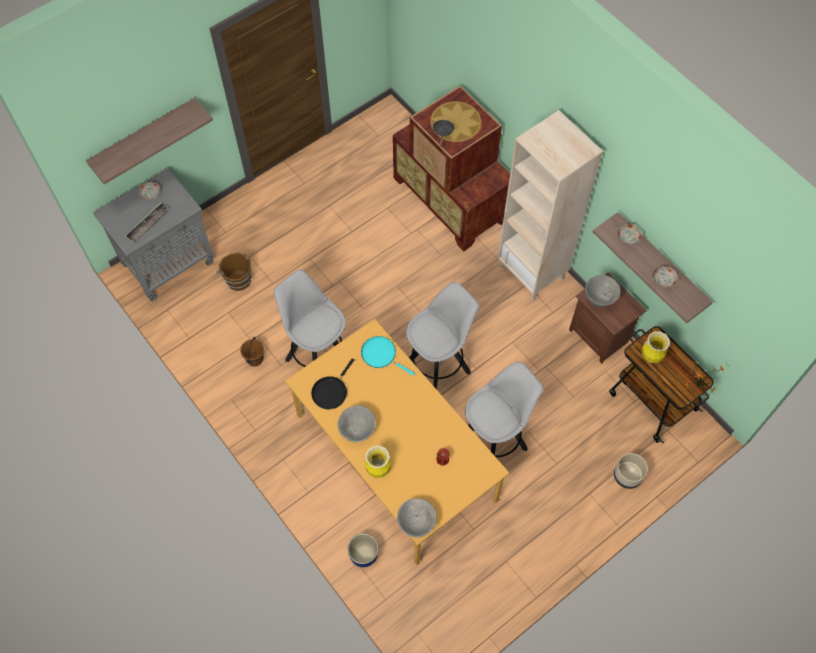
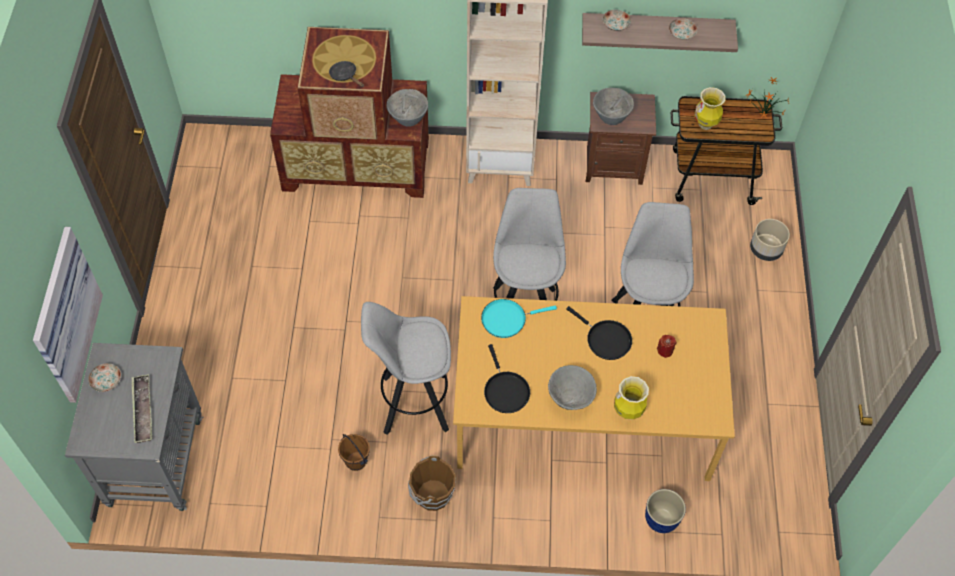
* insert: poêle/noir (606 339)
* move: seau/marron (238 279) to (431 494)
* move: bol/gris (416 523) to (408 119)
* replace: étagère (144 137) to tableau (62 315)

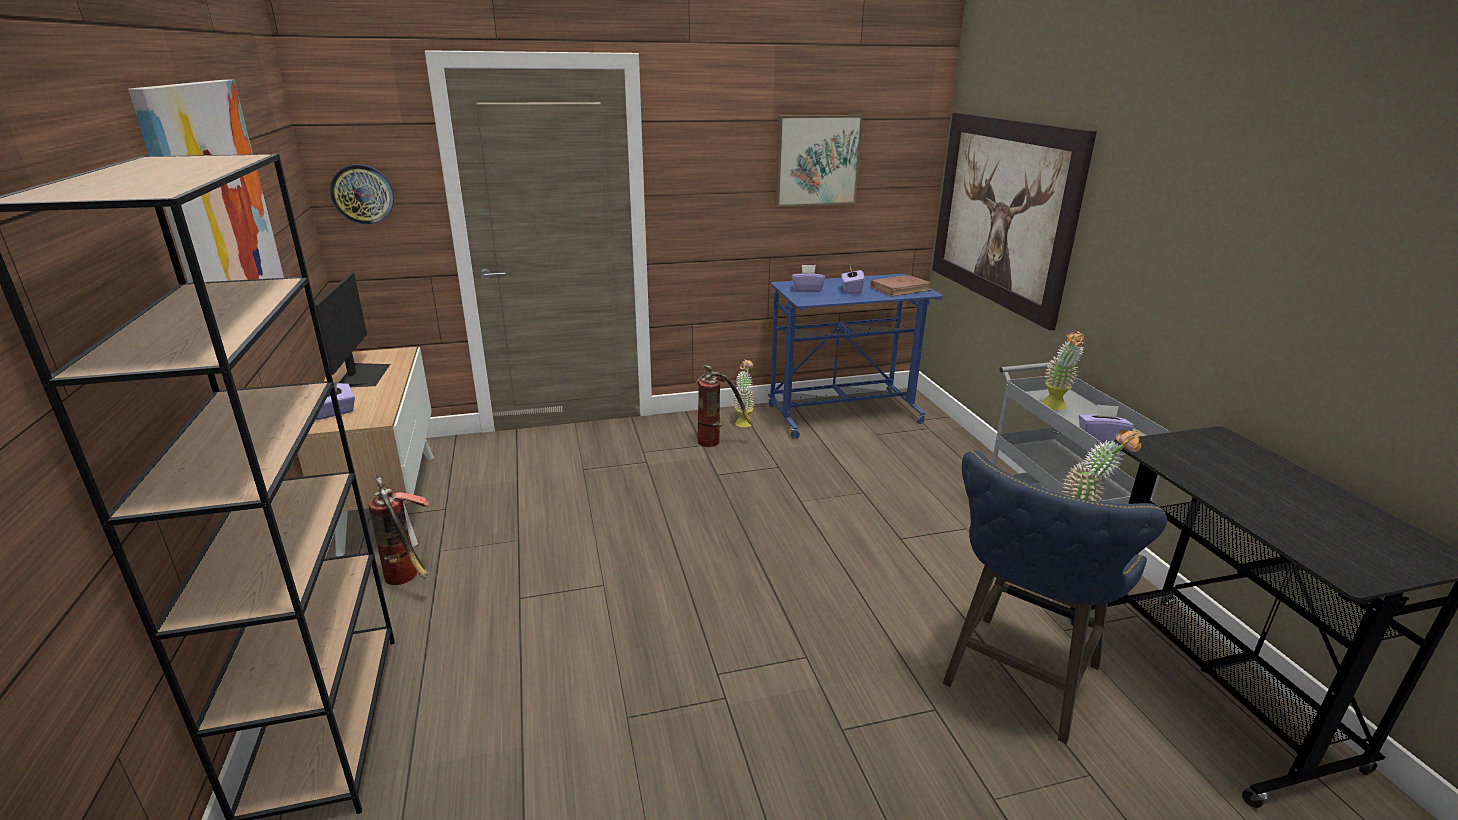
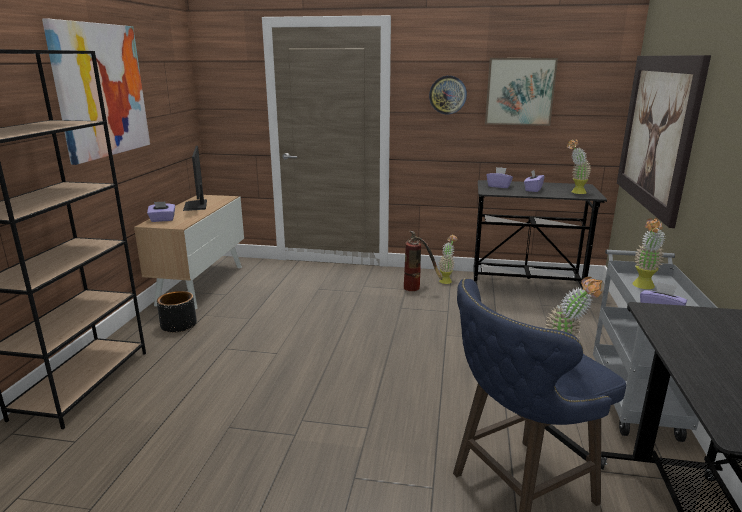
* move: horloge murale (362 194) to (448 95)
* replace: extincteur (410 579) to cache-pot/noir (178 325)
* replace: livre/marron (900 289) to plante en pot (574 192)
* recolor: bureau/bleu (844 414) to bureau/noir (526 288)
* rotate: écran d'ordinateur (362 375) = (196 205) 150 degrees clockwise

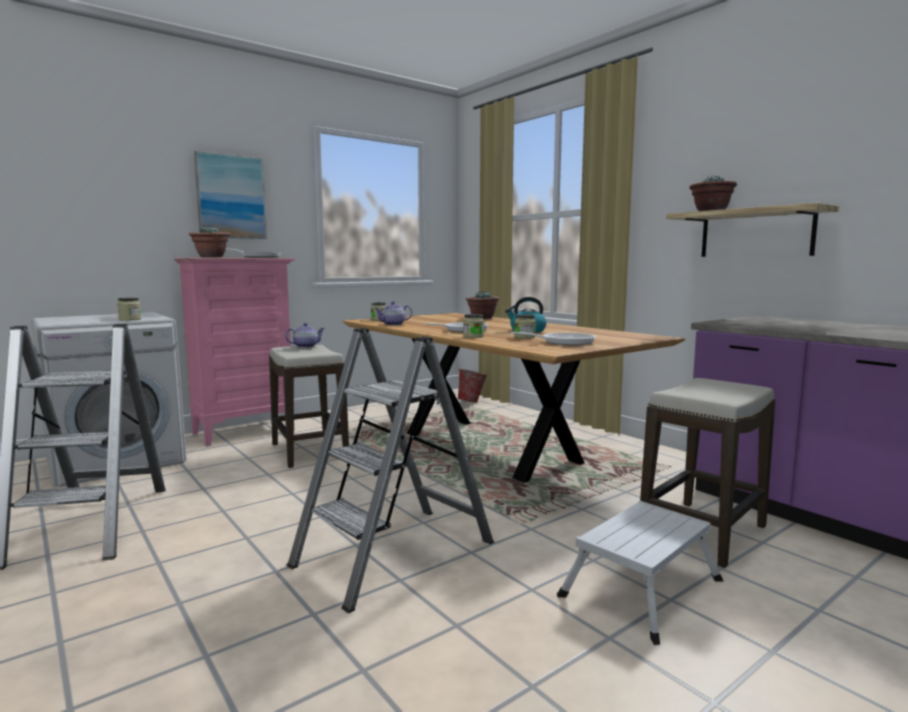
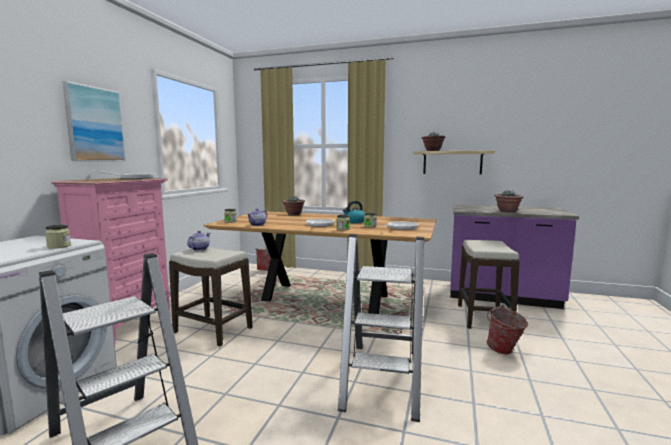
* move: plante en pot (211 257) to (507 211)
* replace: escabeau/blanc (642 587) to seau (504 351)

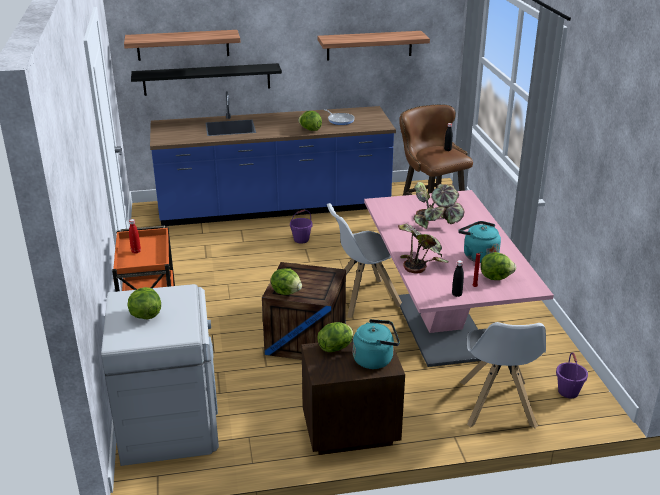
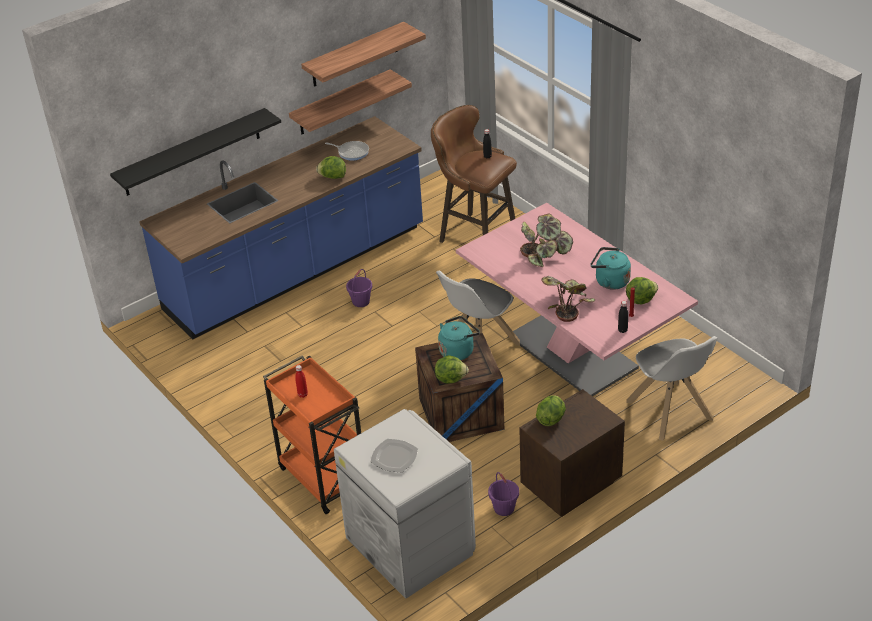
* move: étagère (183 45) to (341 103)
* move: bouilloire/turquoise (375 359) to (458 351)
* move: seau/violet (568 392) to (504 508)
* replace: laitue (145 315) to assiette (394 457)

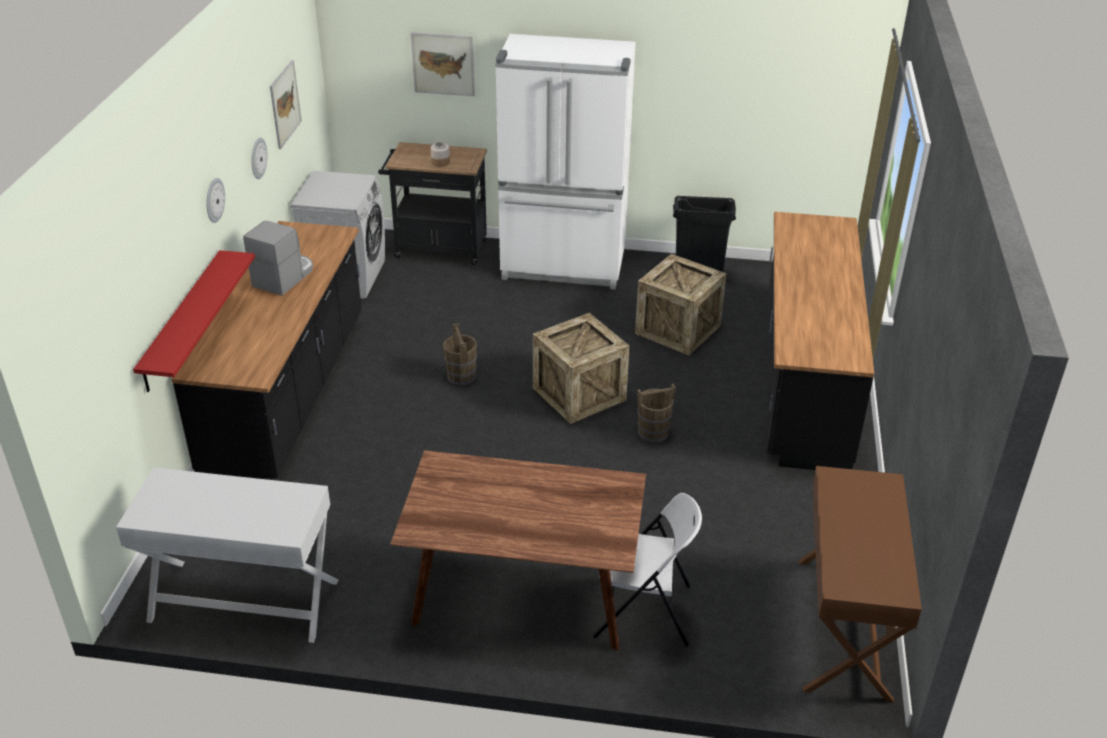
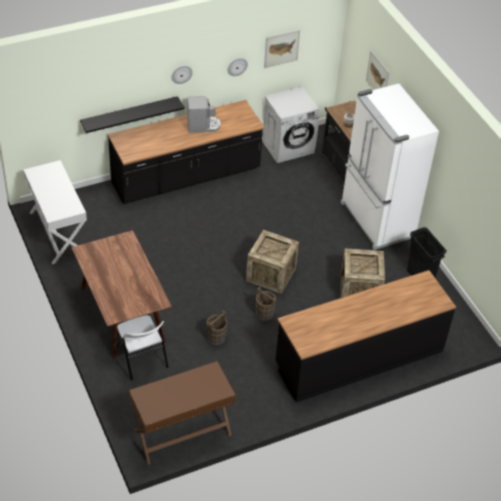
* move: seau/marron (461 376) to (216 338)
* recolor: étagère/rouge (182 320) to étagère/noir (129 114)

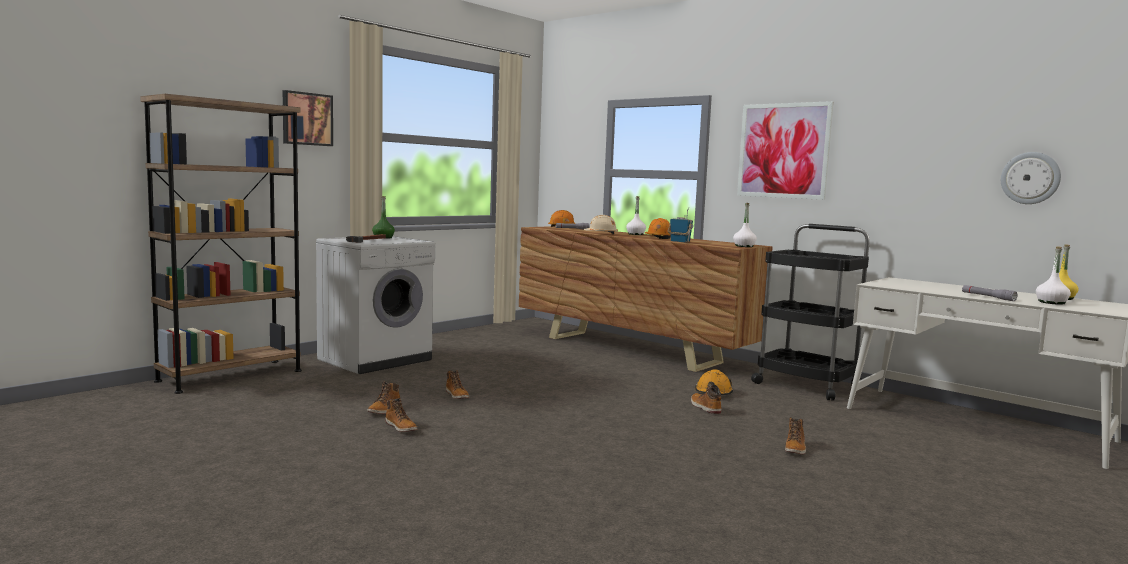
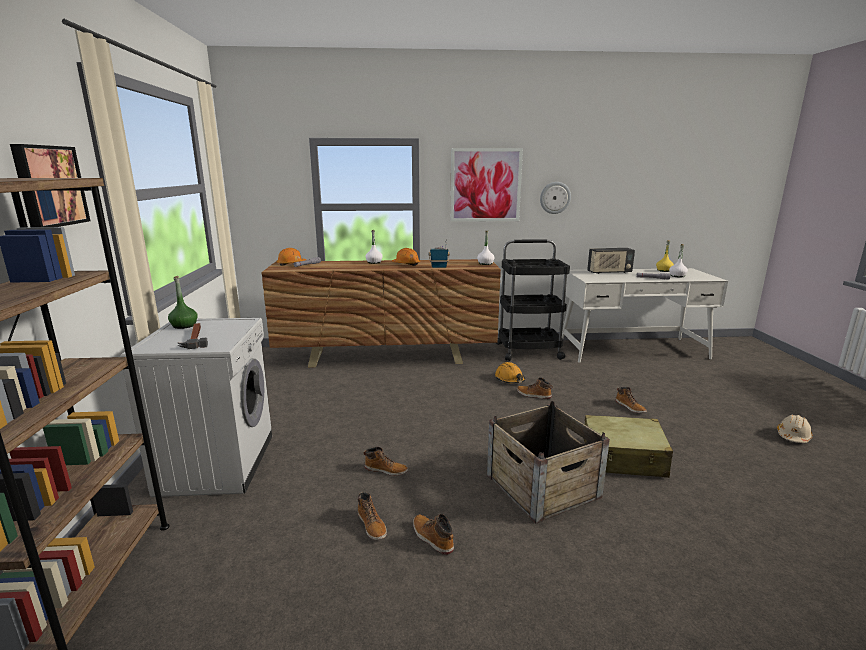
* insert: caisse (542 485)
* insert: valise/beige (623 458)
* insert: radio (609 272)
* move: casque de chantier/beige (601 233) to (793 436)
* move: horloge murale (1030 178) to (555 197)
* rotate: botte (401 427) = (432 538) 135 degrees counterclockwise

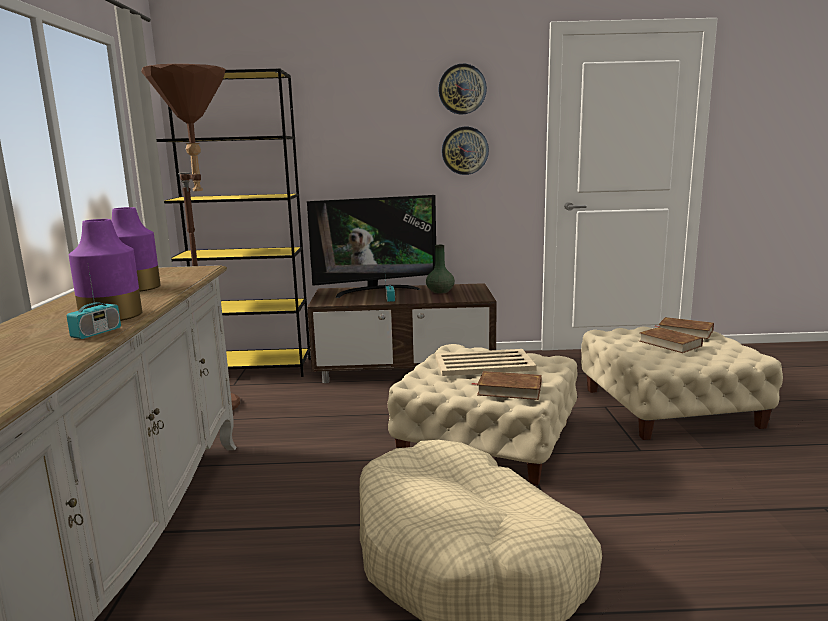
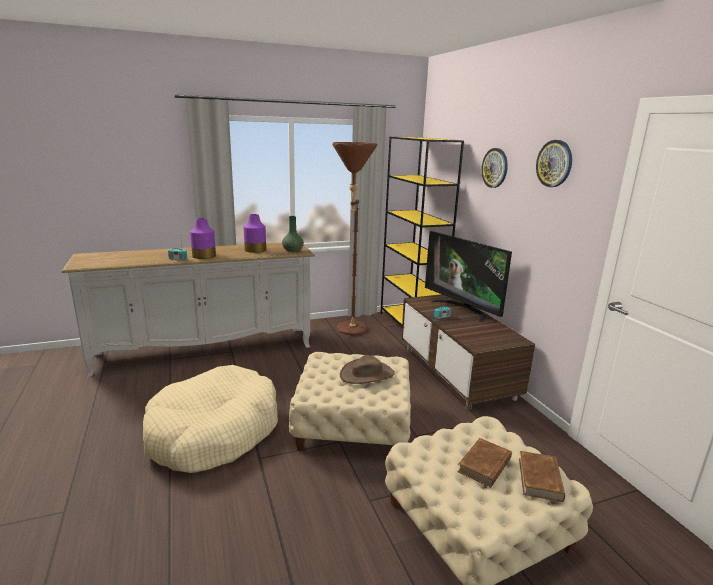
* delete: livre/marron (509 389)
* move: vase/vert (440 291) to (293 250)
* move: horloge murale (465 150) to (495 168)
* replace: plateau/beige (483 364) to chapeau/marron (367 374)

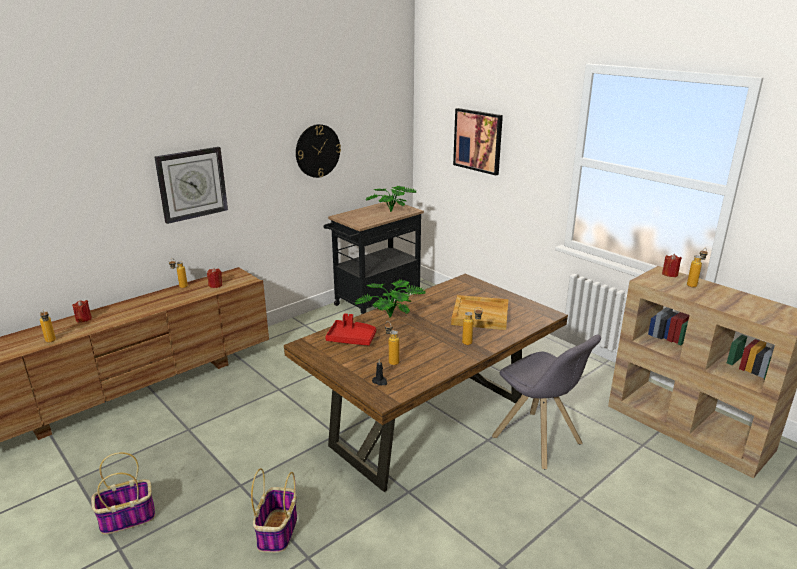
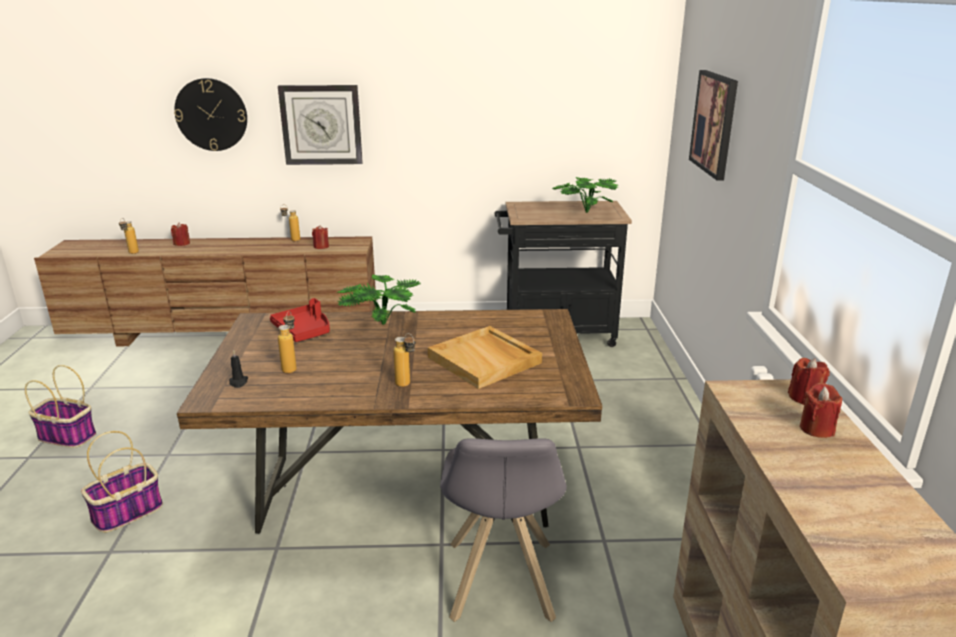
* move: horloge murale (317 151) to (211 114)
* replace: bouteille (694 284) to bougie/rouge (816 429)

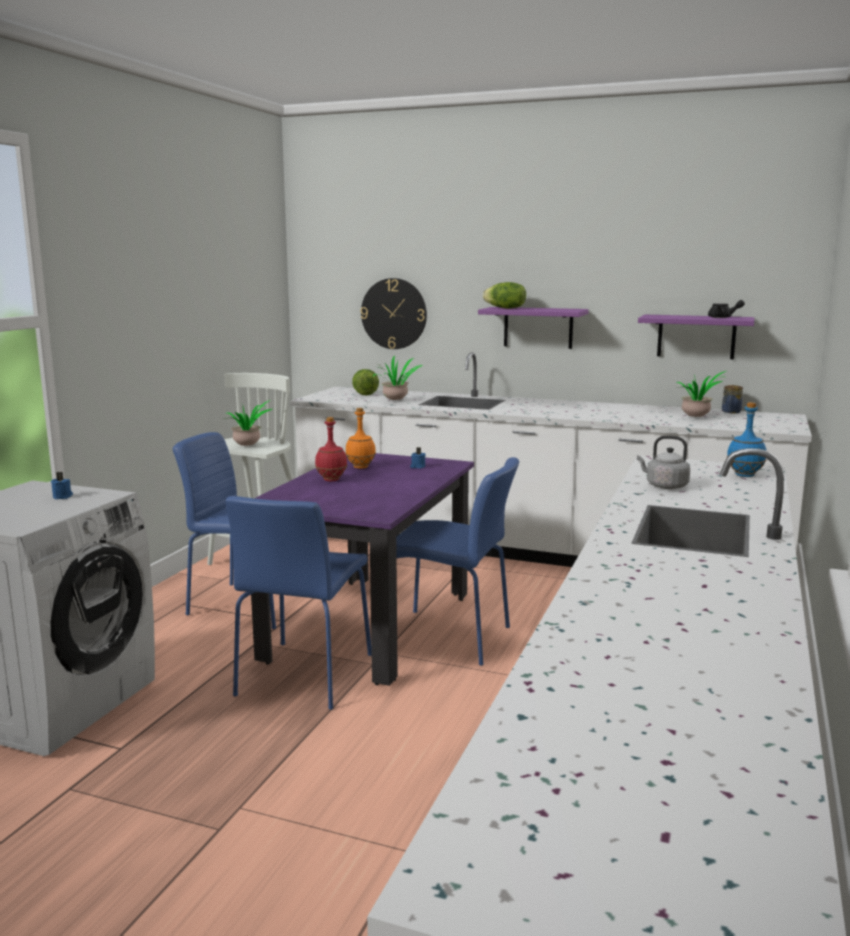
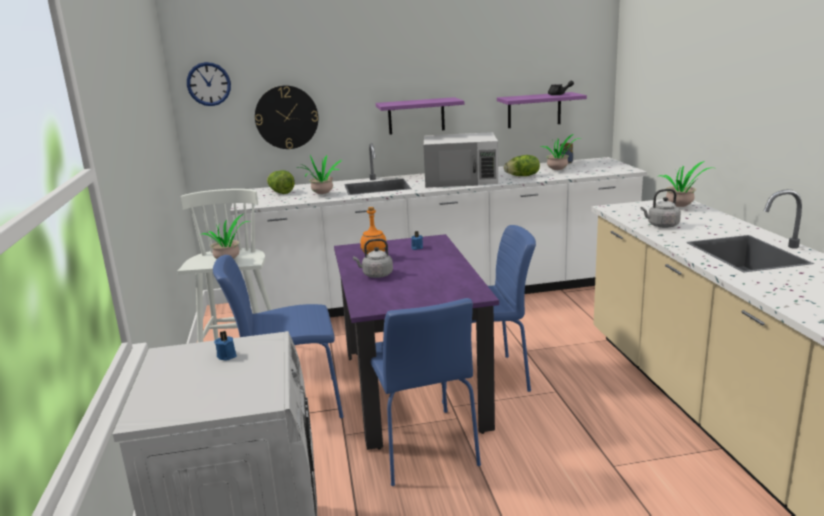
* insert: horloge murale (209 84)
* insert: micro-ondes/blanc (461 179)
* move: laitue (505 308) to (523 176)
* replace: bouteille/rouge (331 480) to bouilloire/gris (376 275)
* replace: bouteille/bleu (744 475) to plante en pot (681 207)

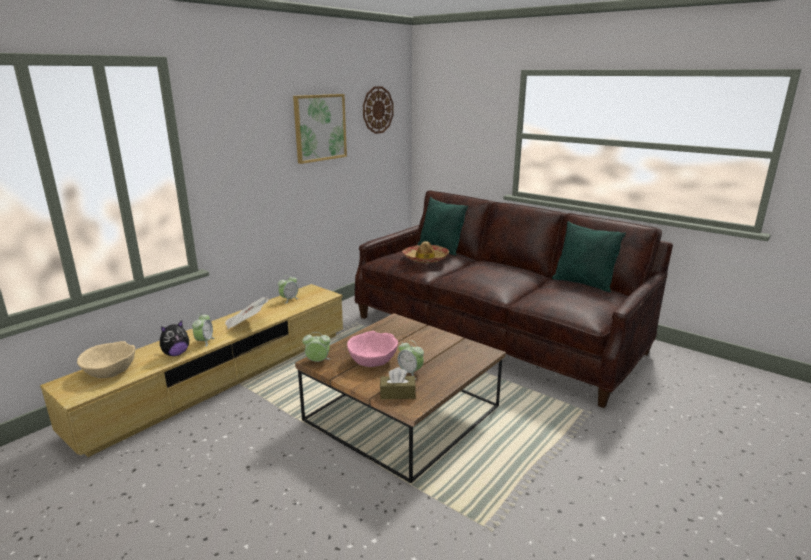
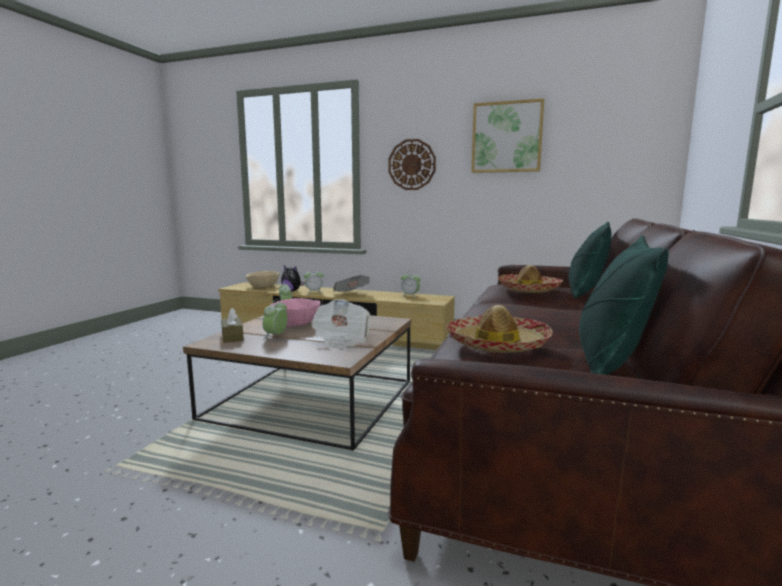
* insert: journal (341 340)
* insert: chapeau (497 344)
* move: horloge murale (377 110) to (412 164)

